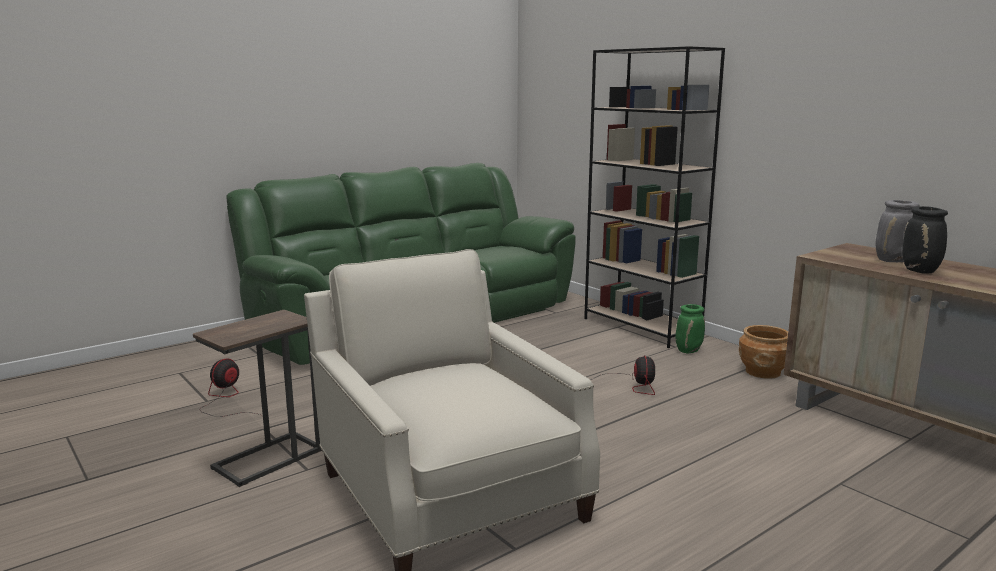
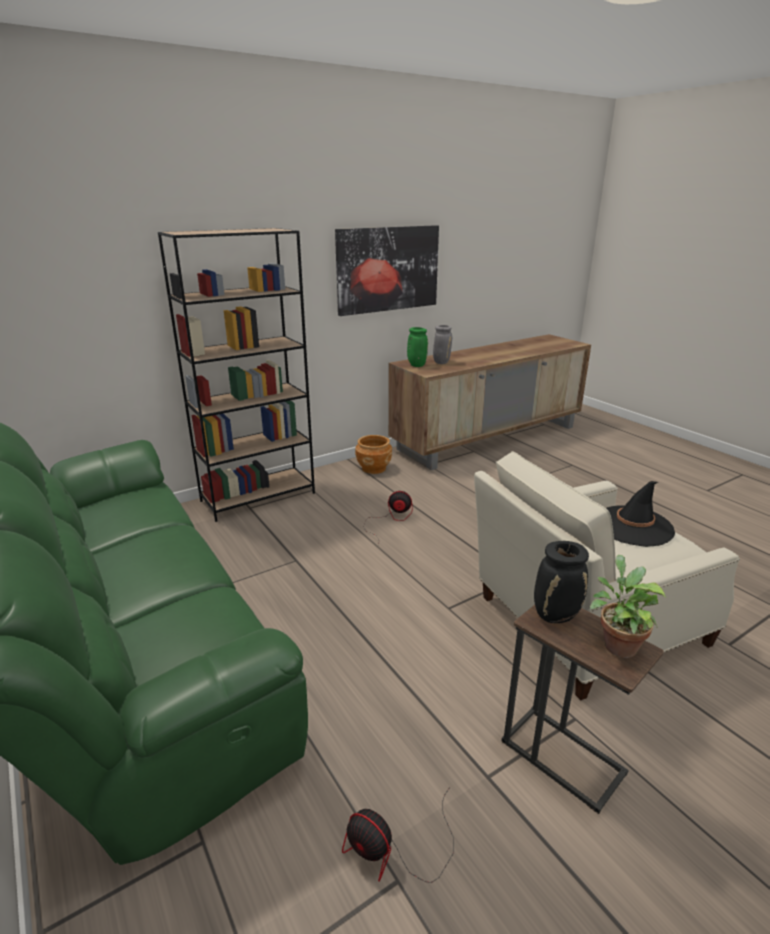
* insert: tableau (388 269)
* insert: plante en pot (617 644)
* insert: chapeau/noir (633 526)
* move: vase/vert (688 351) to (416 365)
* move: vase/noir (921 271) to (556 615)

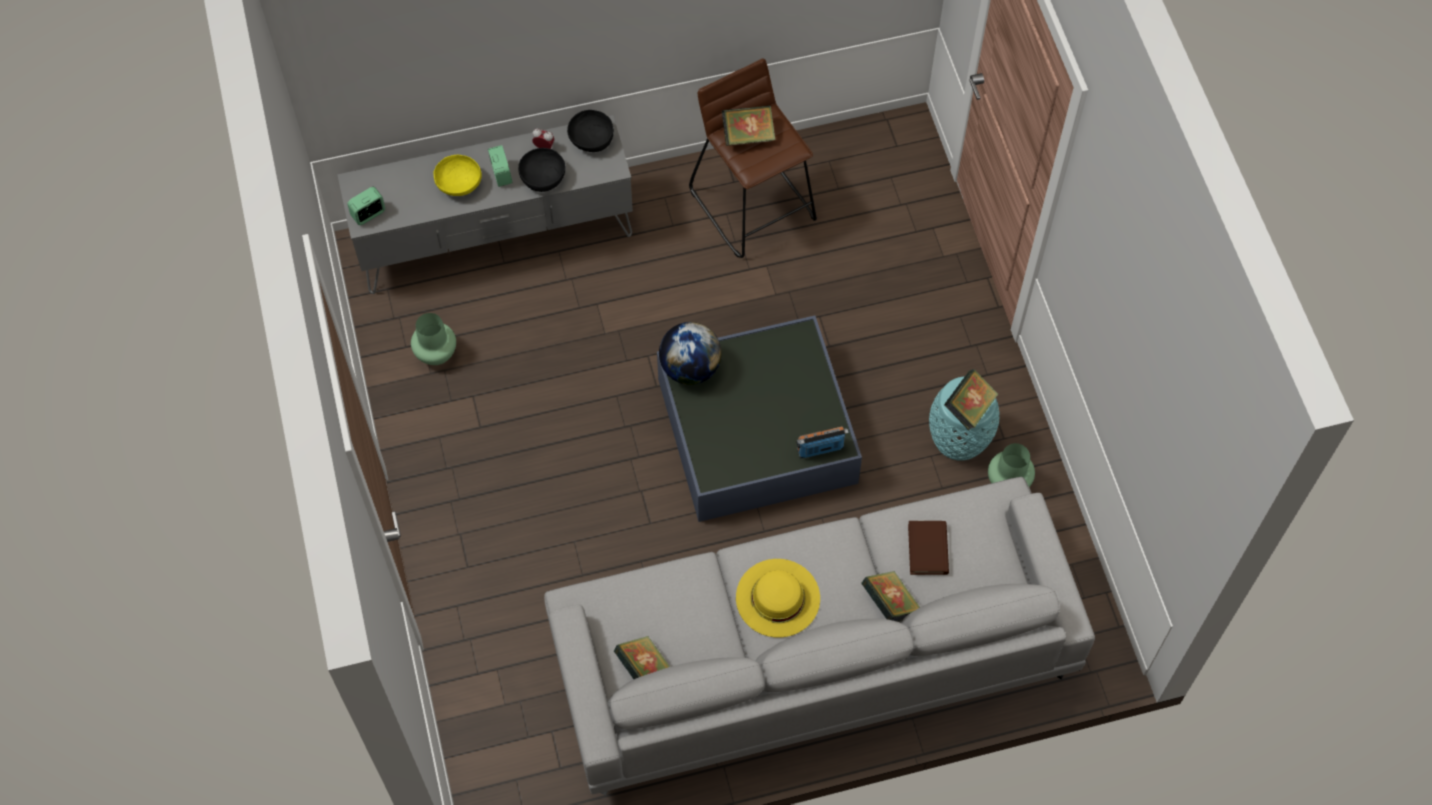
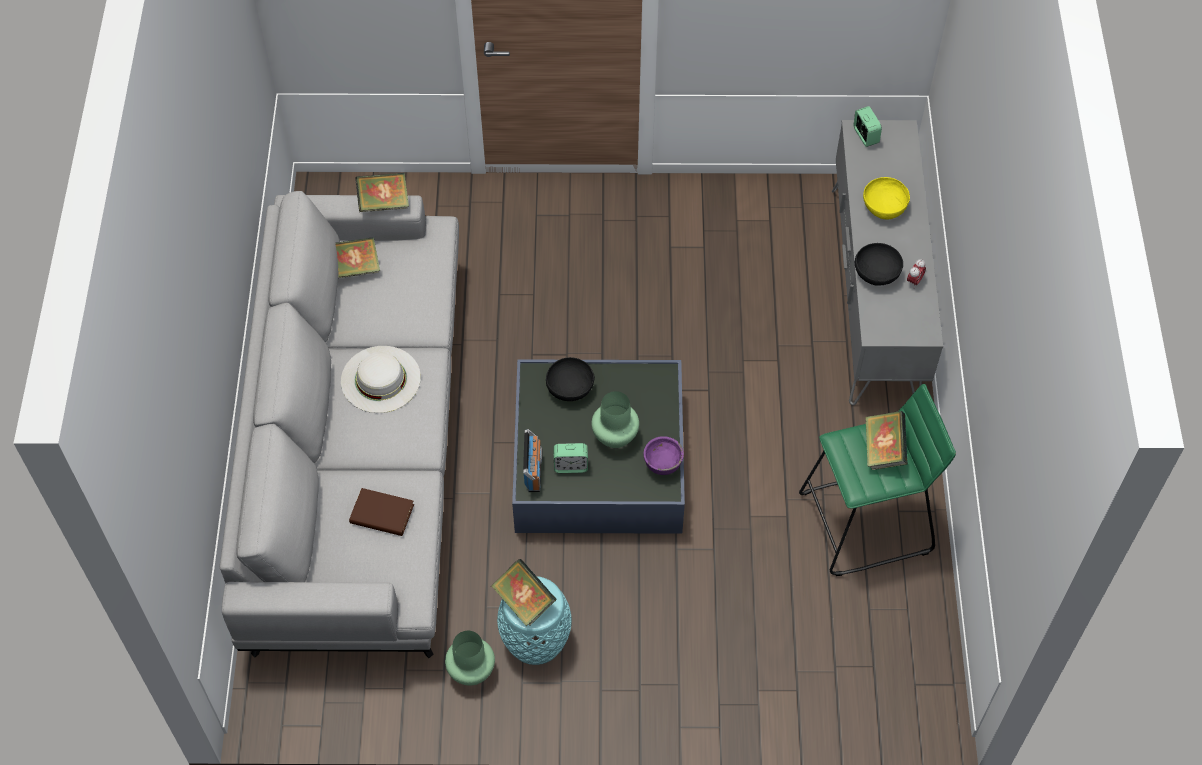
* delete: globe (690 368)
* insert: bol/violet (663 464)
* move: vase/vert (437 353) to (615 437)
* move: réveil (501 174) to (571 466)
* move: bol/noir (591 139) to (570 387)
* move: livre (890 604) to (384 203)
* recolor: tabouret/marron (754 204) to tabouret/vert (865 523)
* recolor: chapeau/jaune (777 598) to chapeau/blanc (380 379)

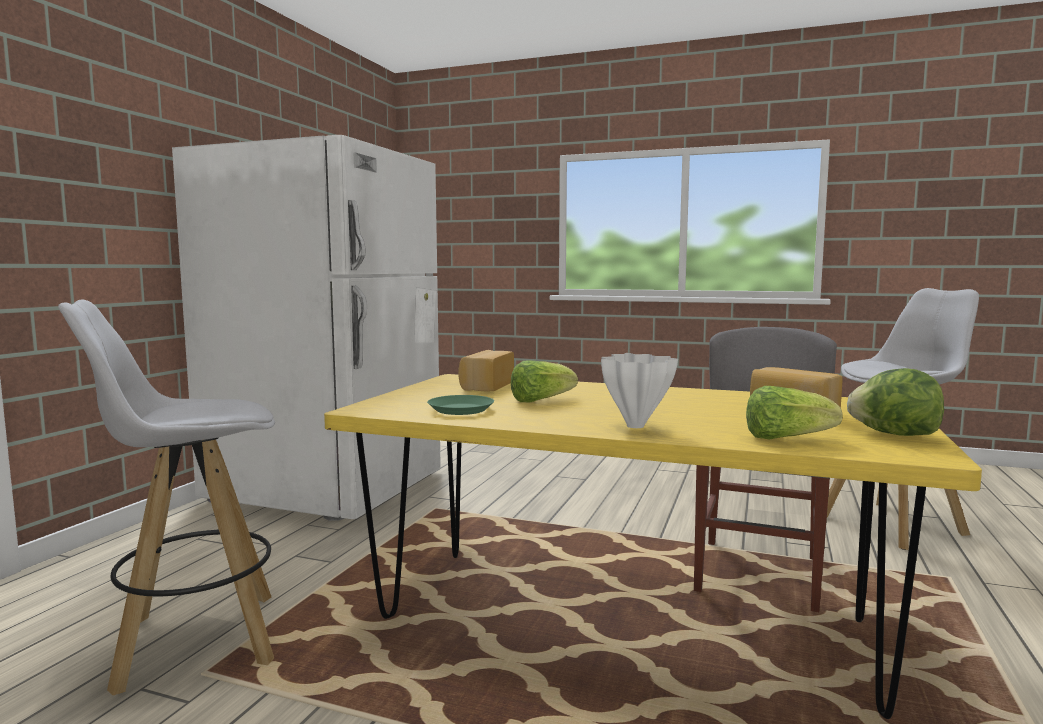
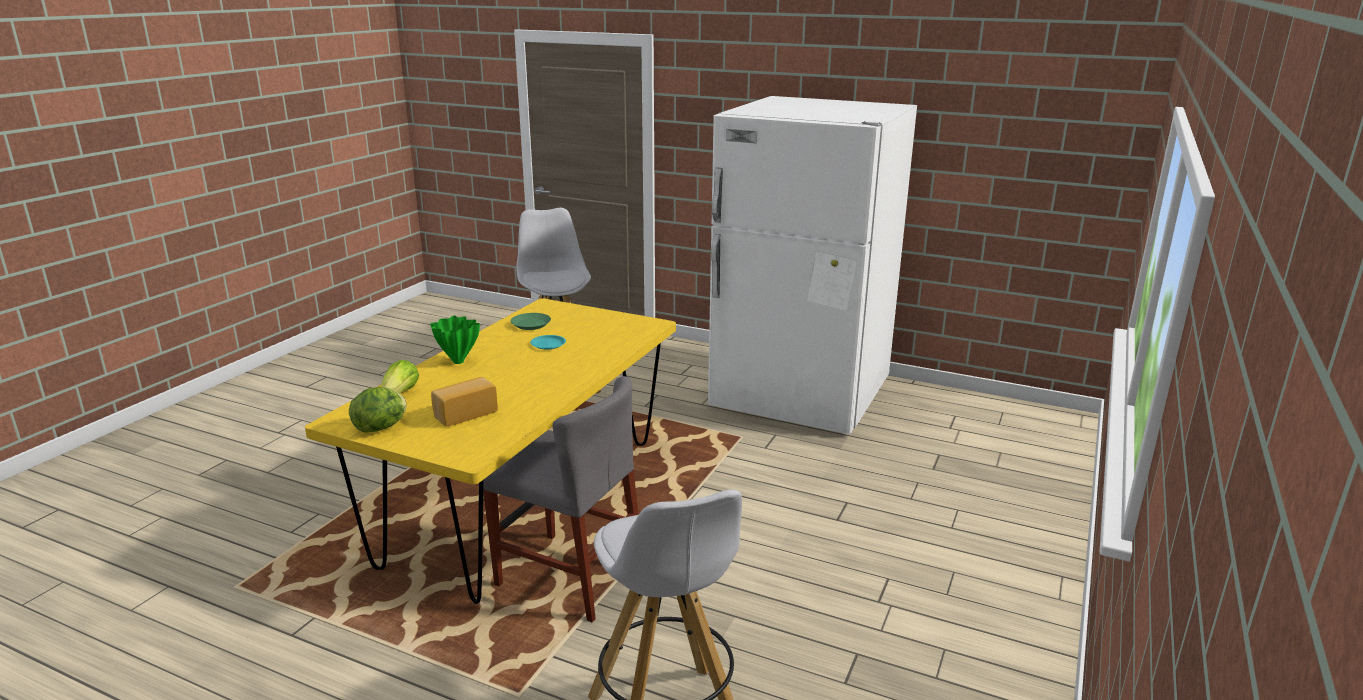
* delete: pain (485 386)
* replace: laitue (541 400) to assiette/turquoise (548 344)
* recolor: vase/blanc (635 426) to vase/vert (457 362)

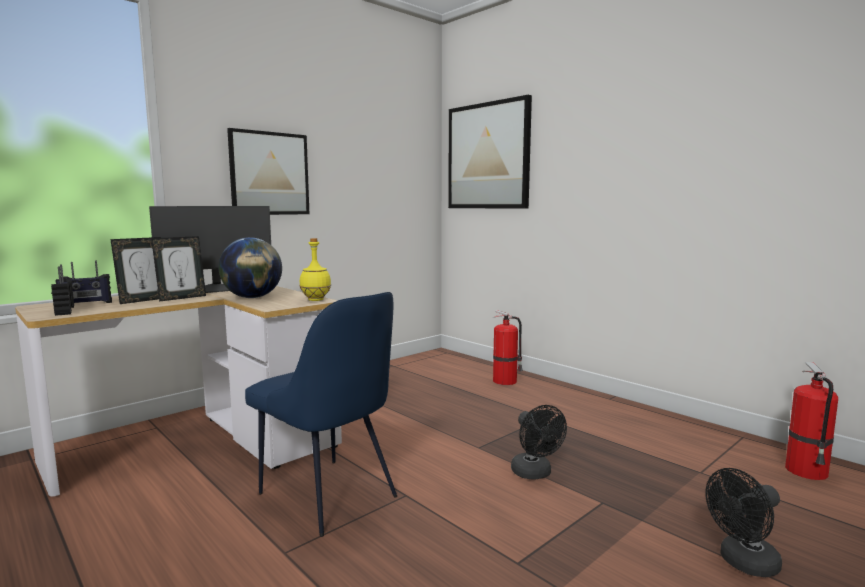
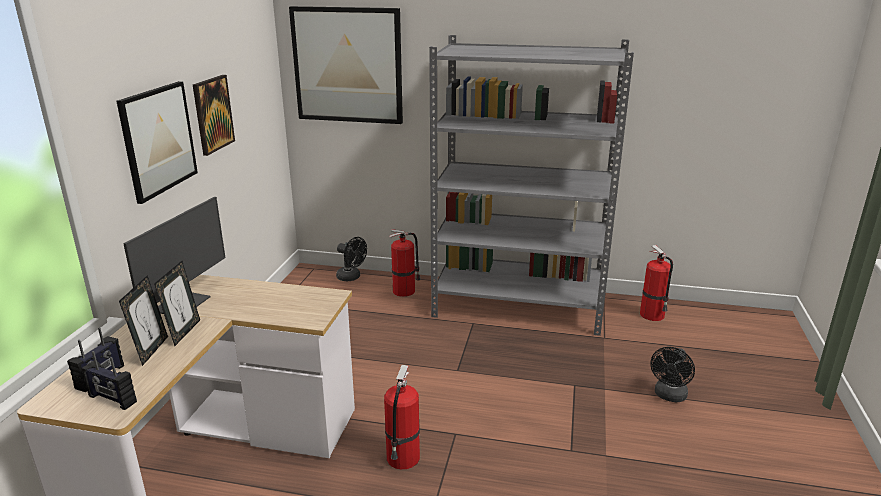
* delete: globe (252 297)
* delete: bouteille/jaune (315 300)
* insert: tableau (213 114)
* insert: bibliothèque/gris (518 305)
* move: ventilateur/noir (535 474) to (352 277)
* replace: chaise/bleu (329 495) to extincteur (402 458)

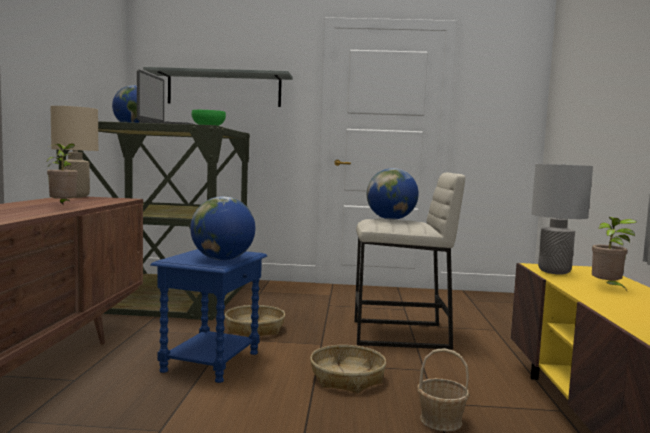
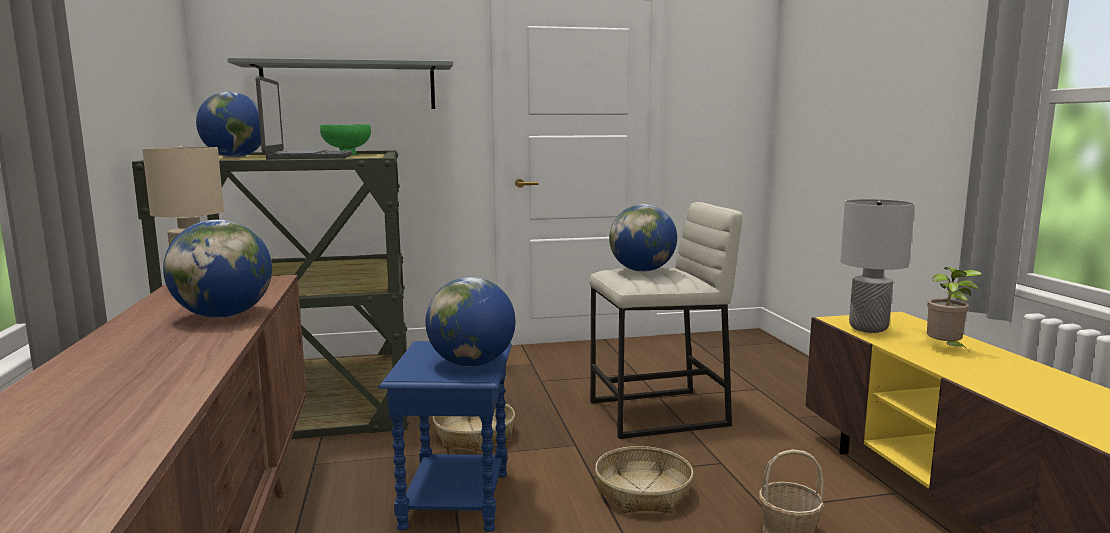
* replace: plante en pot (63 206) to globe (223 316)

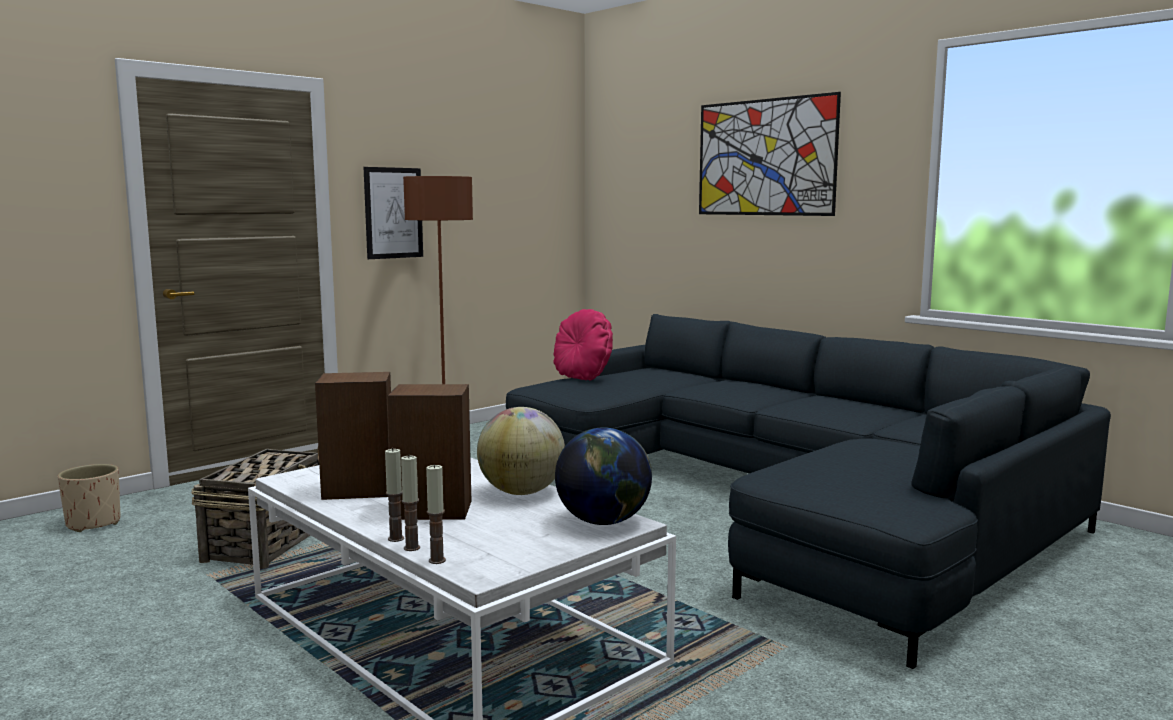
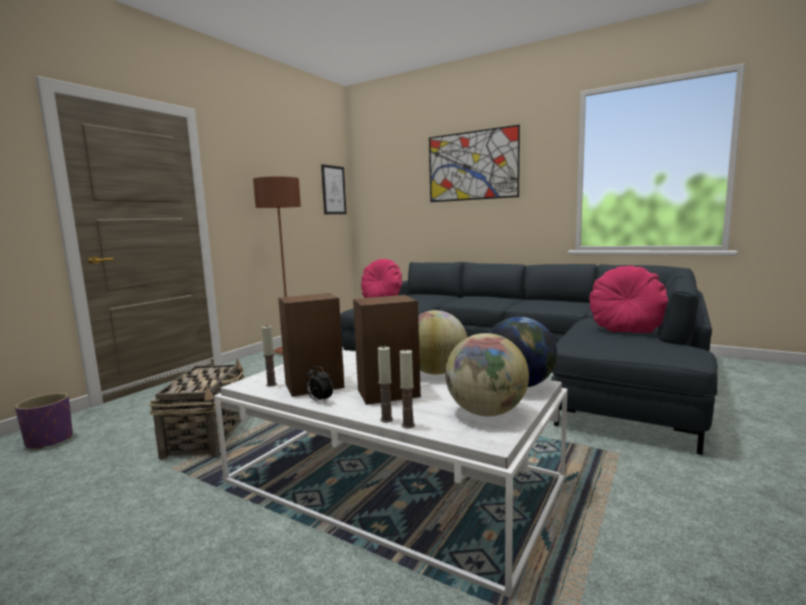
* insert: réveil (319 401)
* insert: globe (486 412)
* insert: coussin/rose (626 331)
* move: tableau (393 213) to (333 190)
* move: bougie (437 560) to (271 384)
* recolor: cache-pot/beige (94 523) to cache-pot/violet (49 440)

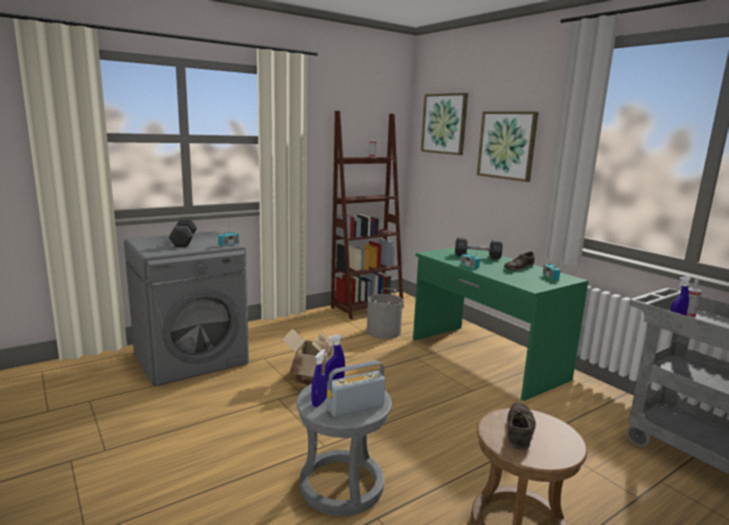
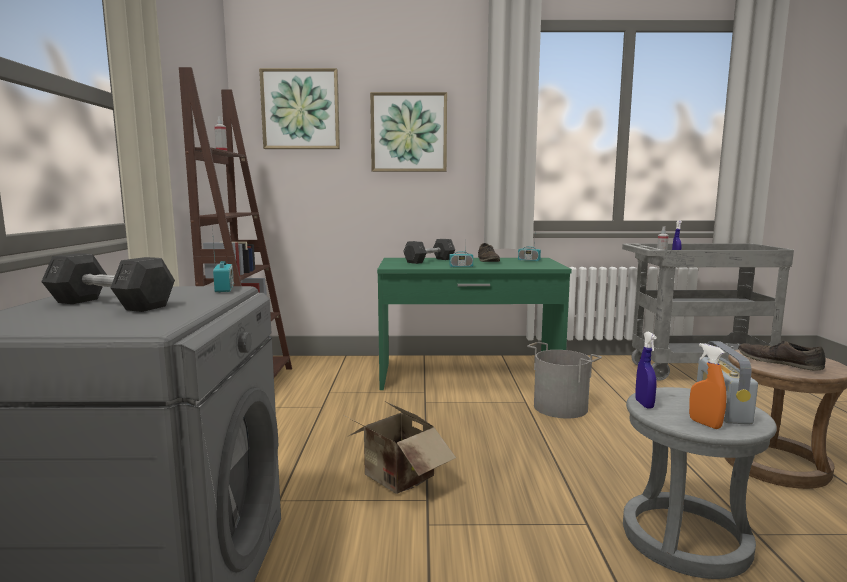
* move: seau/gris (384 331) to (561 407)
* recolor: vaporisateur/bleu (319 402) to vaporisateur/orange (705 424)

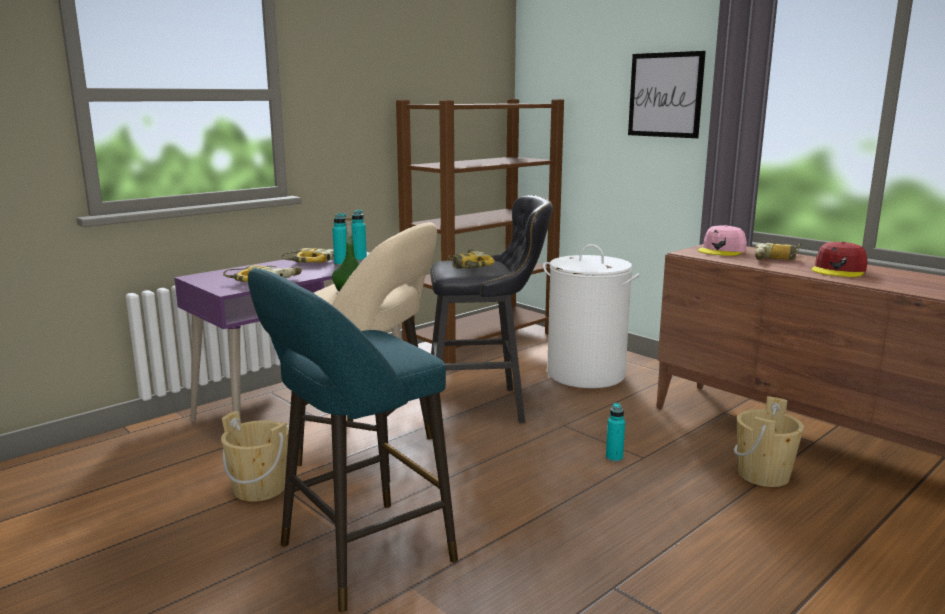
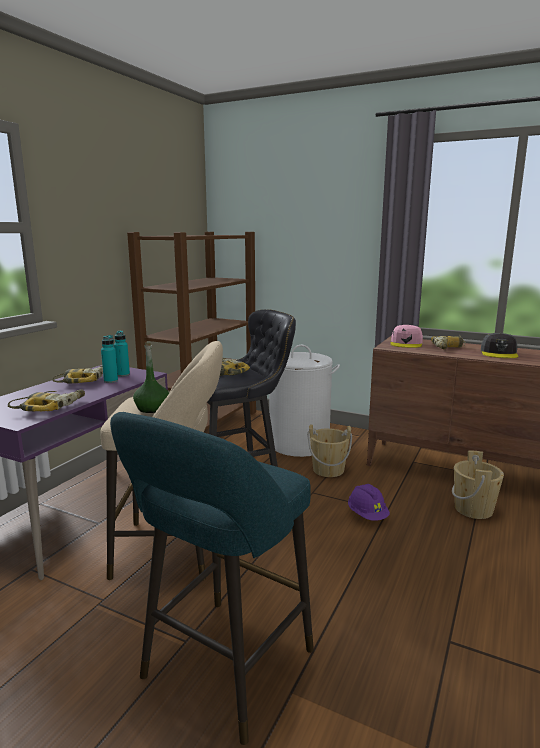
* delete: tableau (665 95)
* move: seau/beige (259 488) to (328 470)
* replace: bouteille/turquoise (614 458) to casque de chantier/violet (367 515)
* recolor: casquette/rouge (839 270) to casquette/gris (499 353)

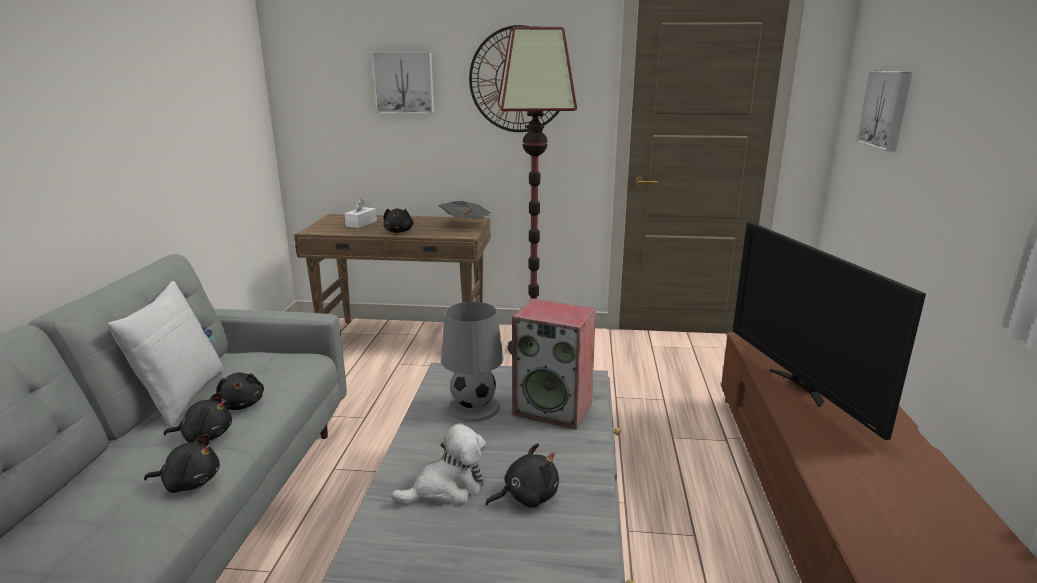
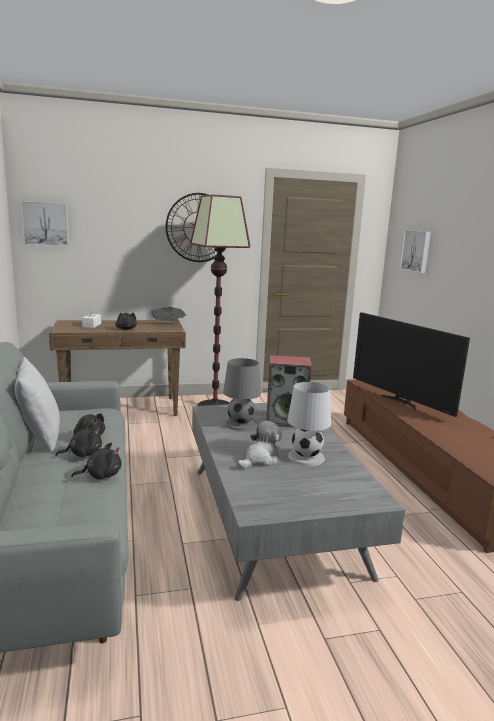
* move: tableau (404 82) to (45 223)
* replace: peluche/noir (527 496) to lampe de table/blanc (305 457)

